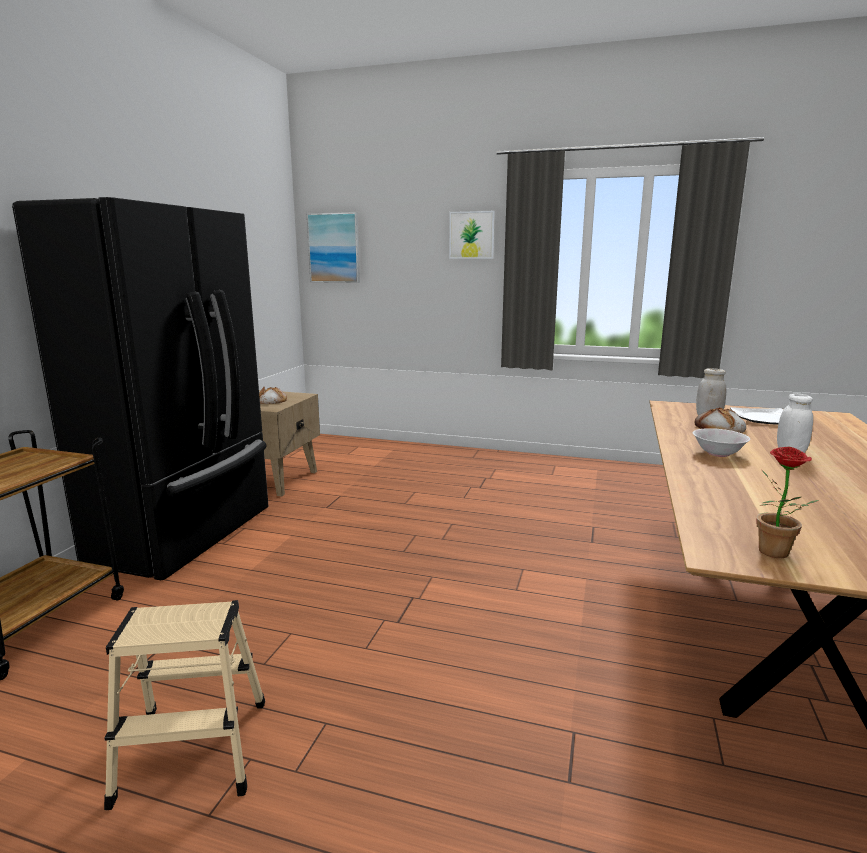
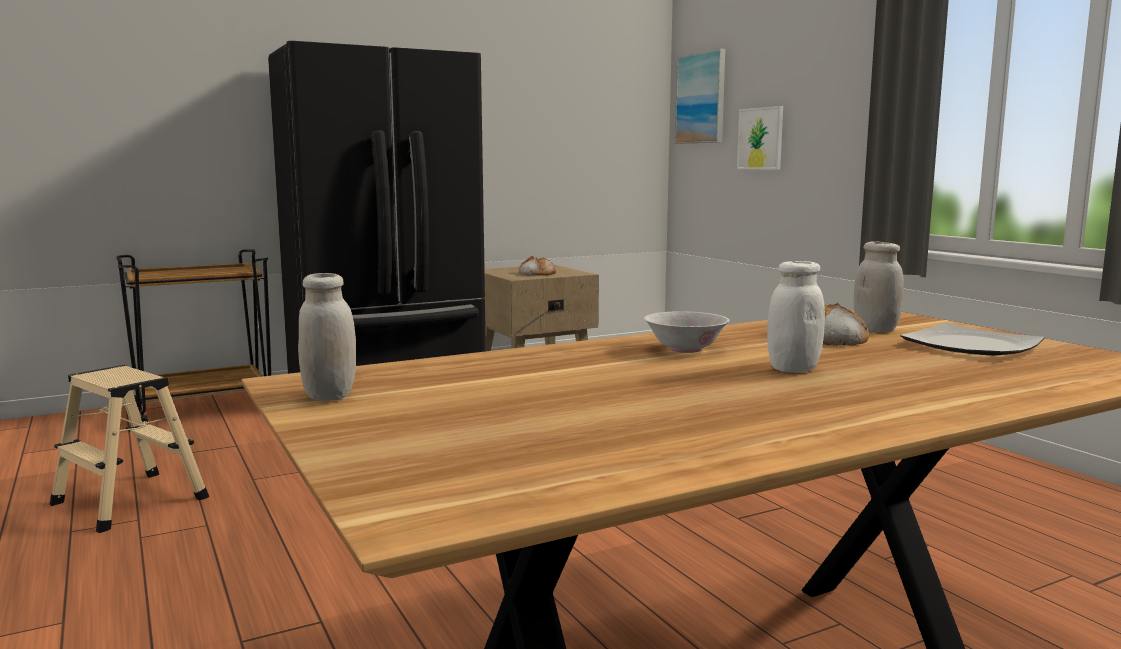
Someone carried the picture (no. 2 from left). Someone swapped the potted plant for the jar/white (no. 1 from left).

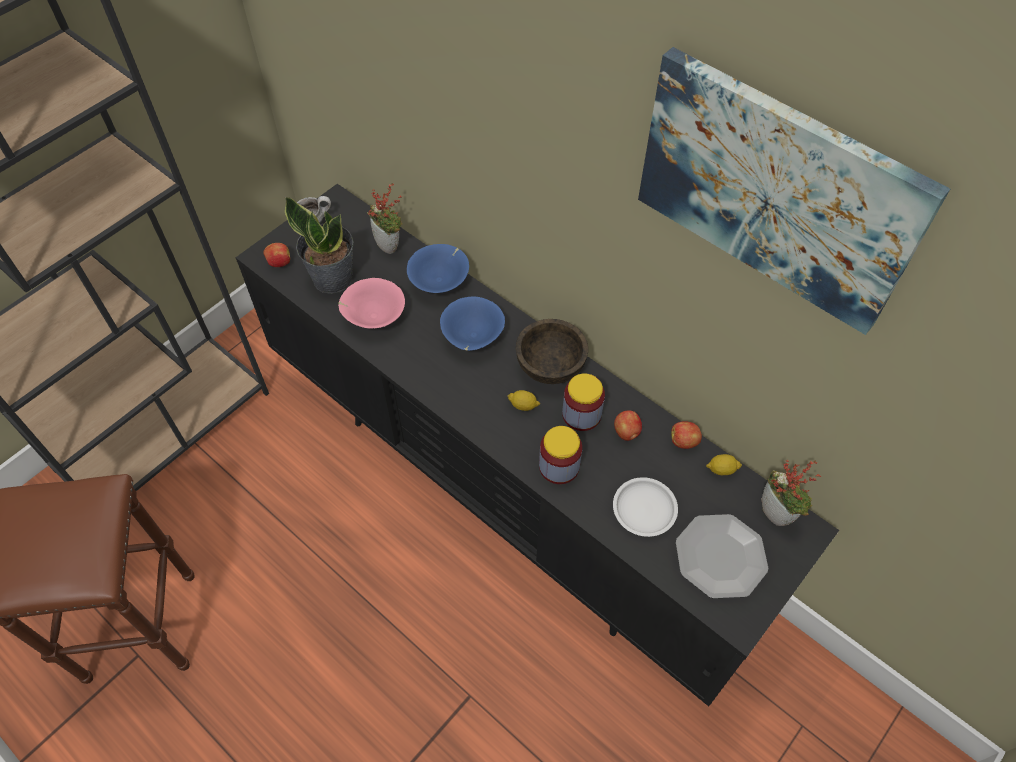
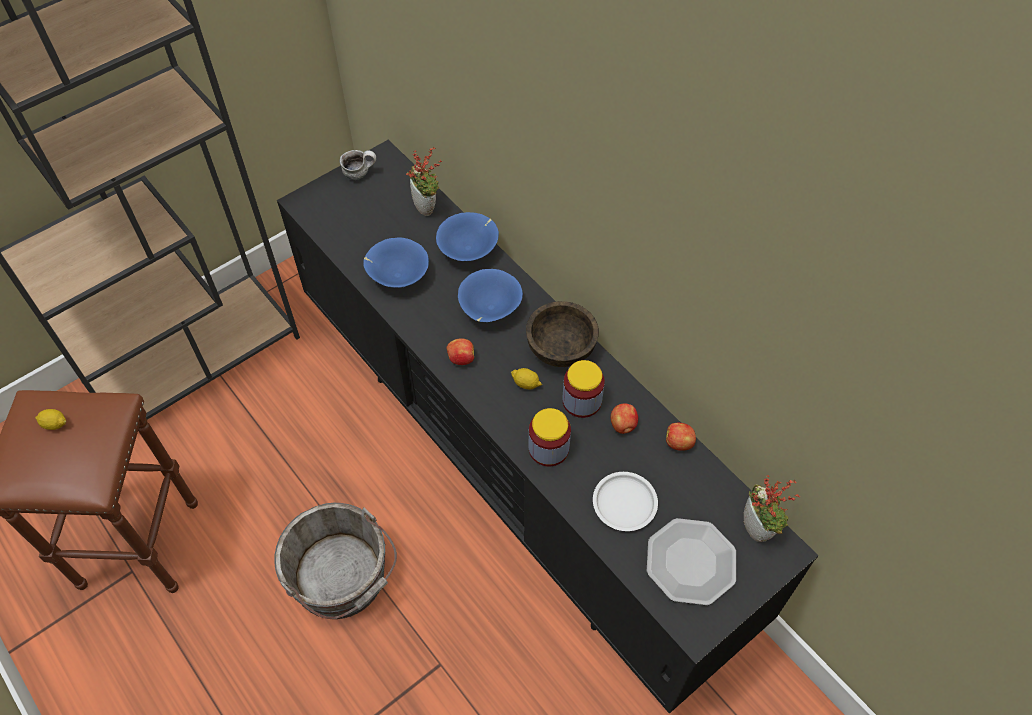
Someone took away the potted plant (no. 1 from left). Someone took away the picture. Someone put down the bucket/grey. Someone carried the apple (no. 1 from left). Someone carried the lemon (no. 2 from left in the first image). Someone repainted the bowl/pink, which became the bowl/blue (no. 1 from left).

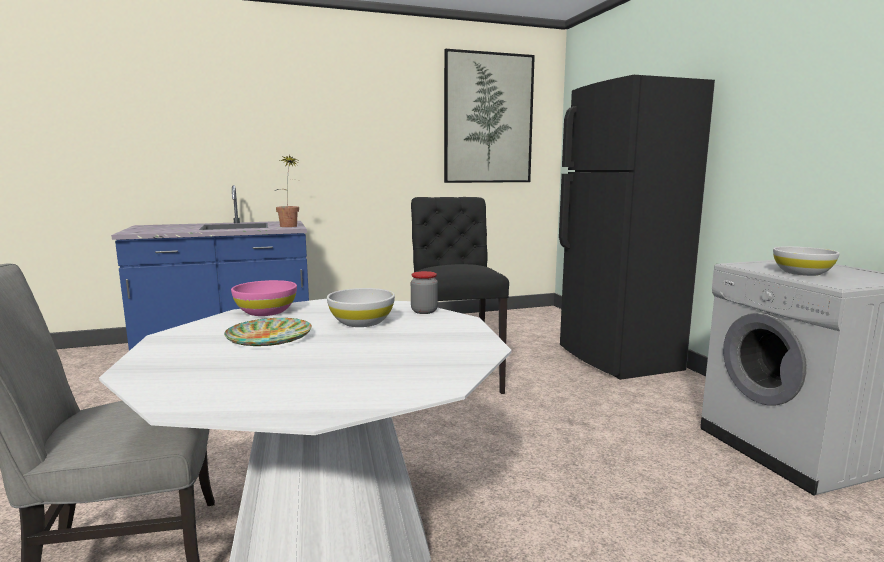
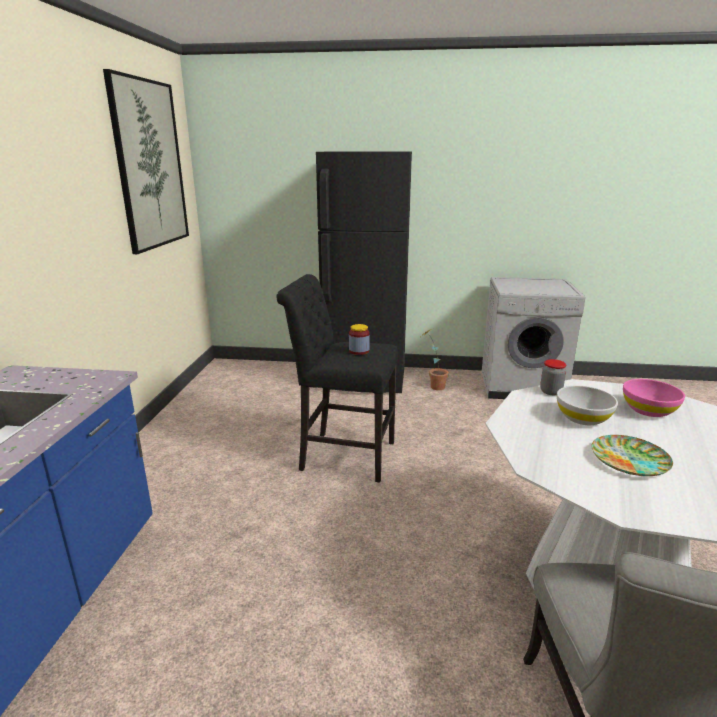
Someone took away the bowl/white (no. 2 from left). Someone put down the jar (no. 1 from left). Someone carried the bowl/pink. Someone carried the potted plant.

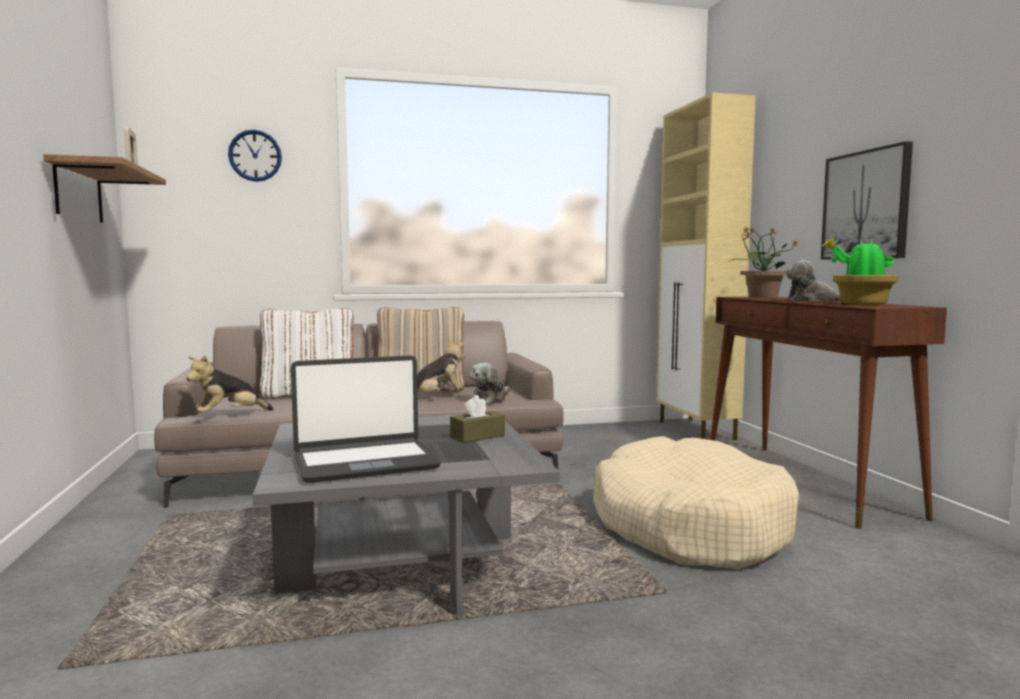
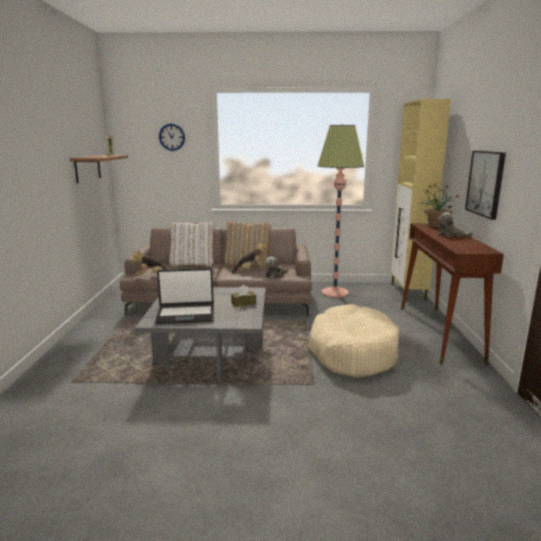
Someone took away the potted plant (no. 2 from left). Someone put down the floor lamp.

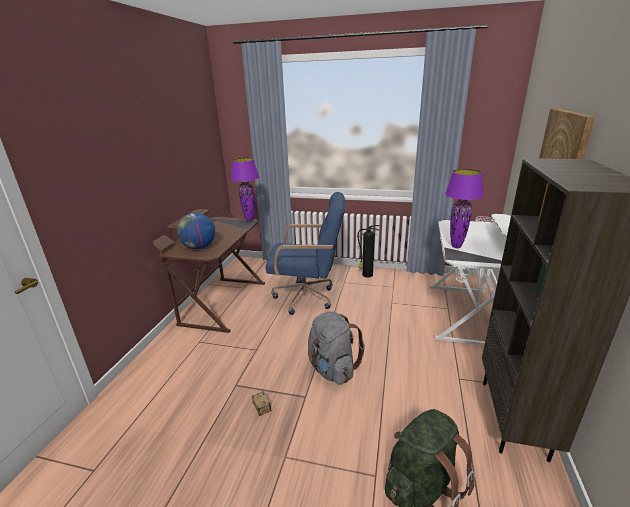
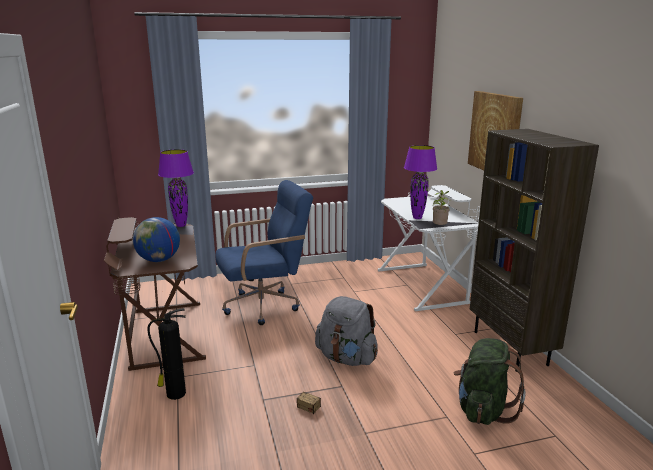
Someone put down the potted plant. Someone carried the fire extinguisher.

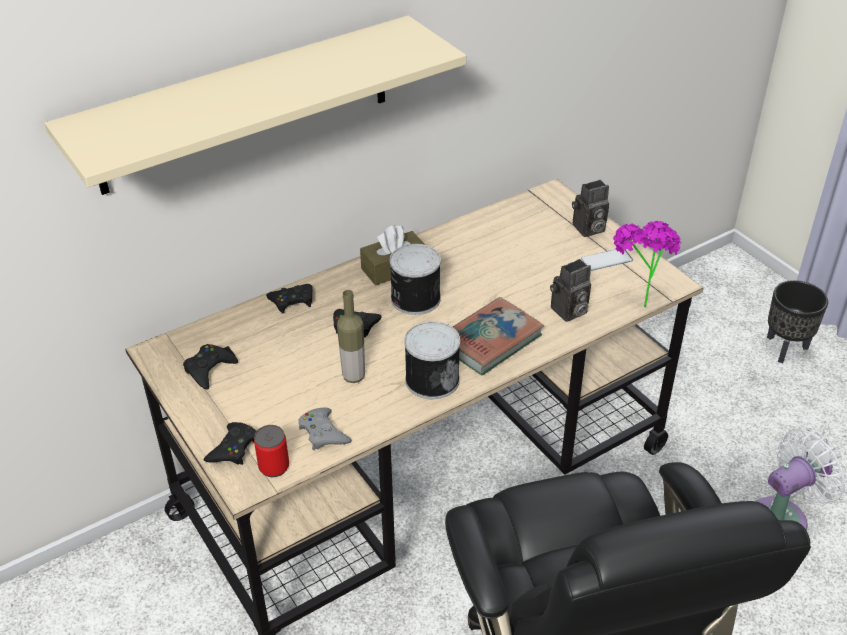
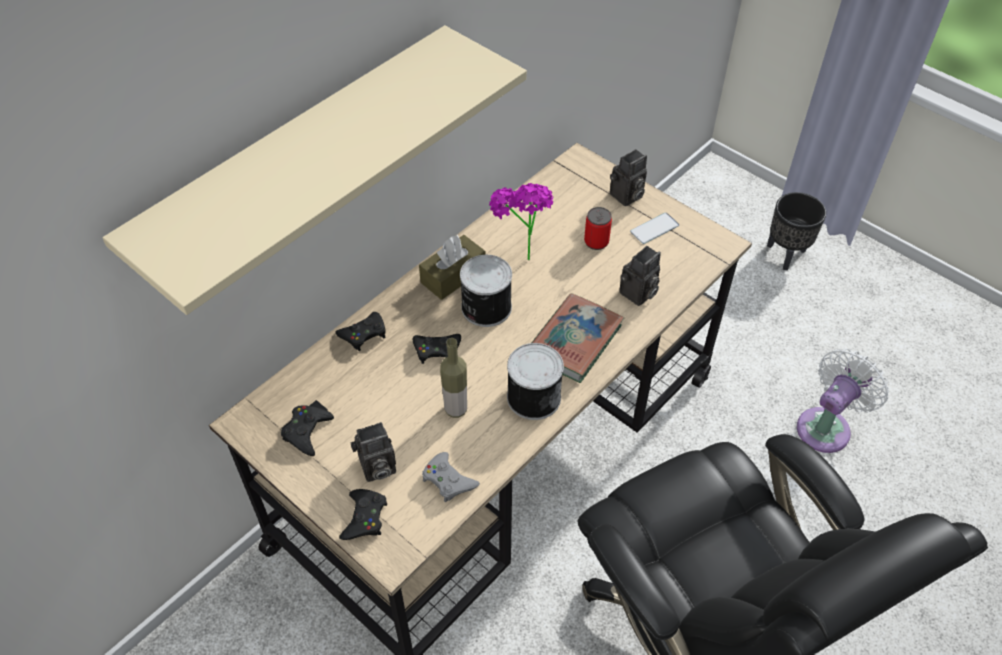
Someone put down the photo camera (no. 1 from left). Someone carried the can (no. 1 from left in the first image). Someone carried the potted plant.

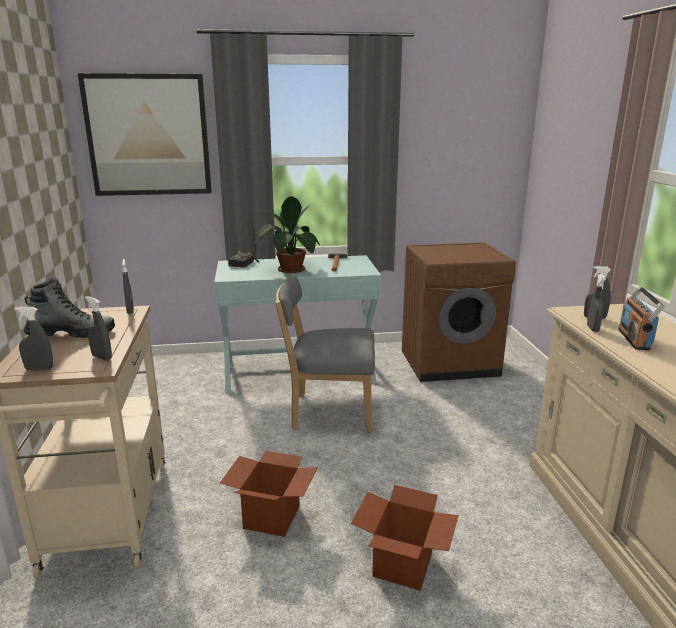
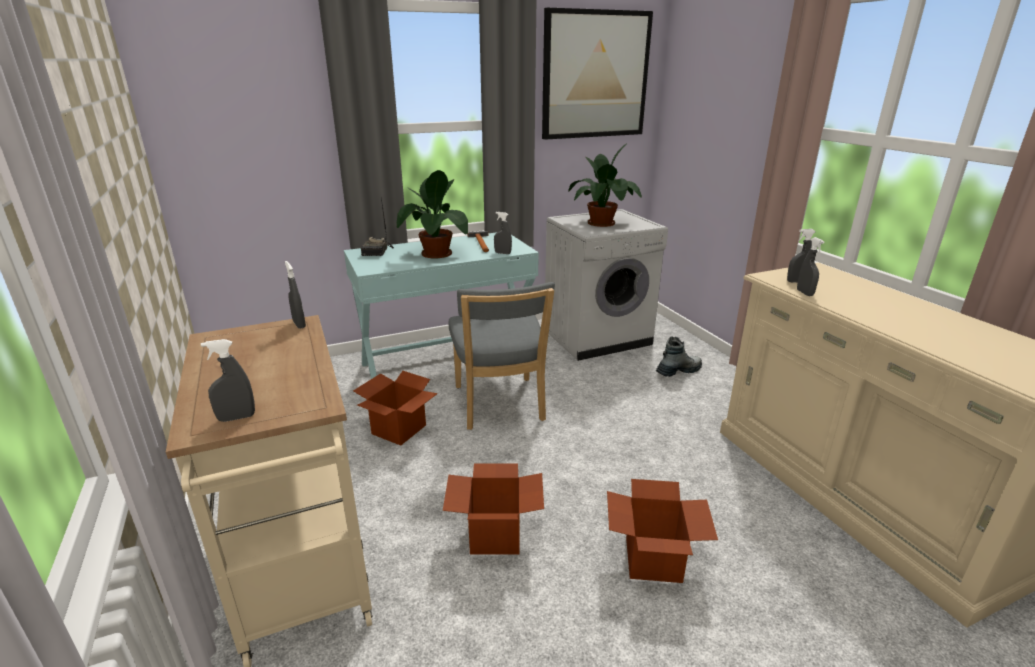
Someone took away the radio (no. 2 from left). Someone put down the cardboard box (no. 1 from left). Someone put down the potted plant (no. 2 from left). Someone carried the boot. Someone carried the picture. Someone carried the spray bottle/grey (no. 2 from left in the first image). Someone repainted the washing machine/brown, which became the washing machine/white. Someone rotated the chair/grey by 90 degrees counterclockwise.

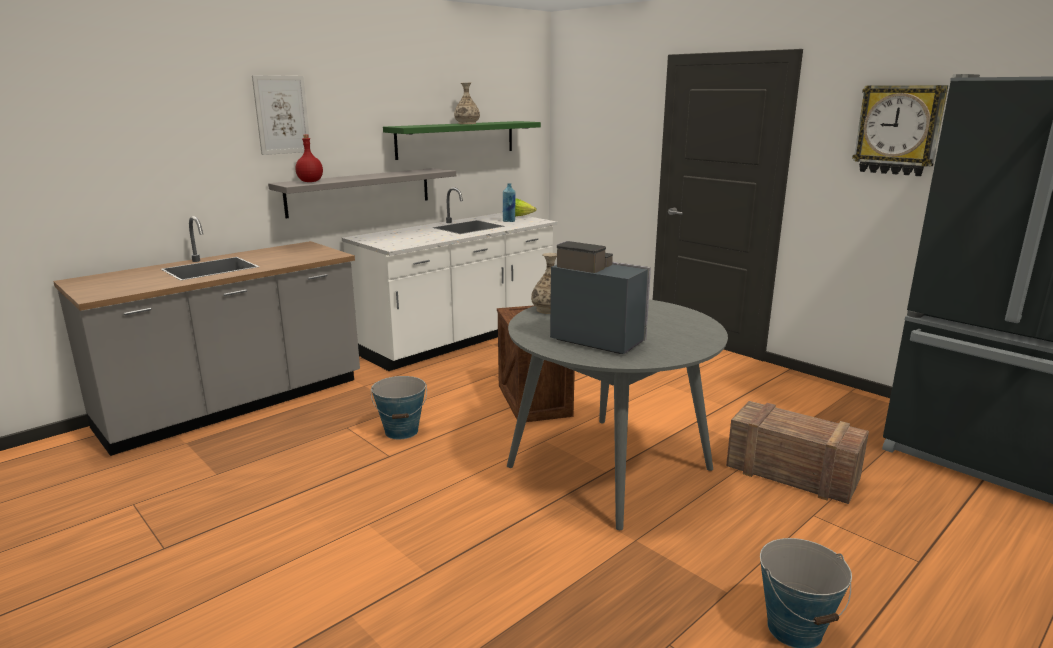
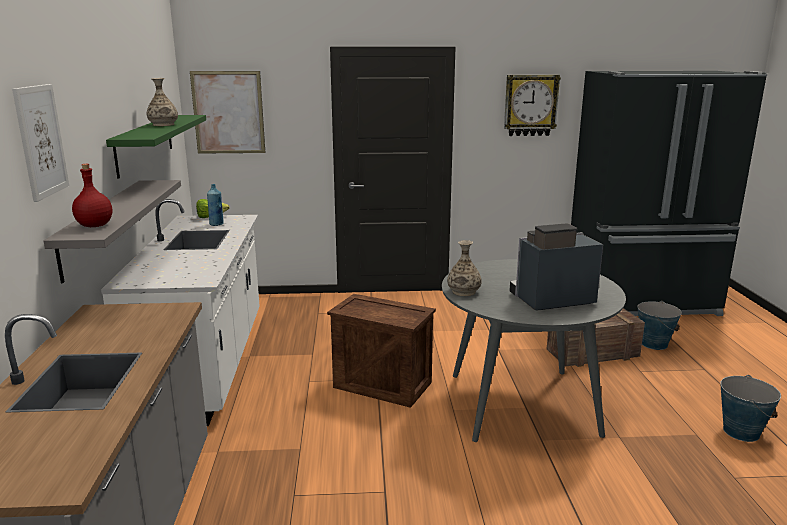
Someone put up the picture (no. 2 from left). Someone carried the bucket (no. 1 from left).

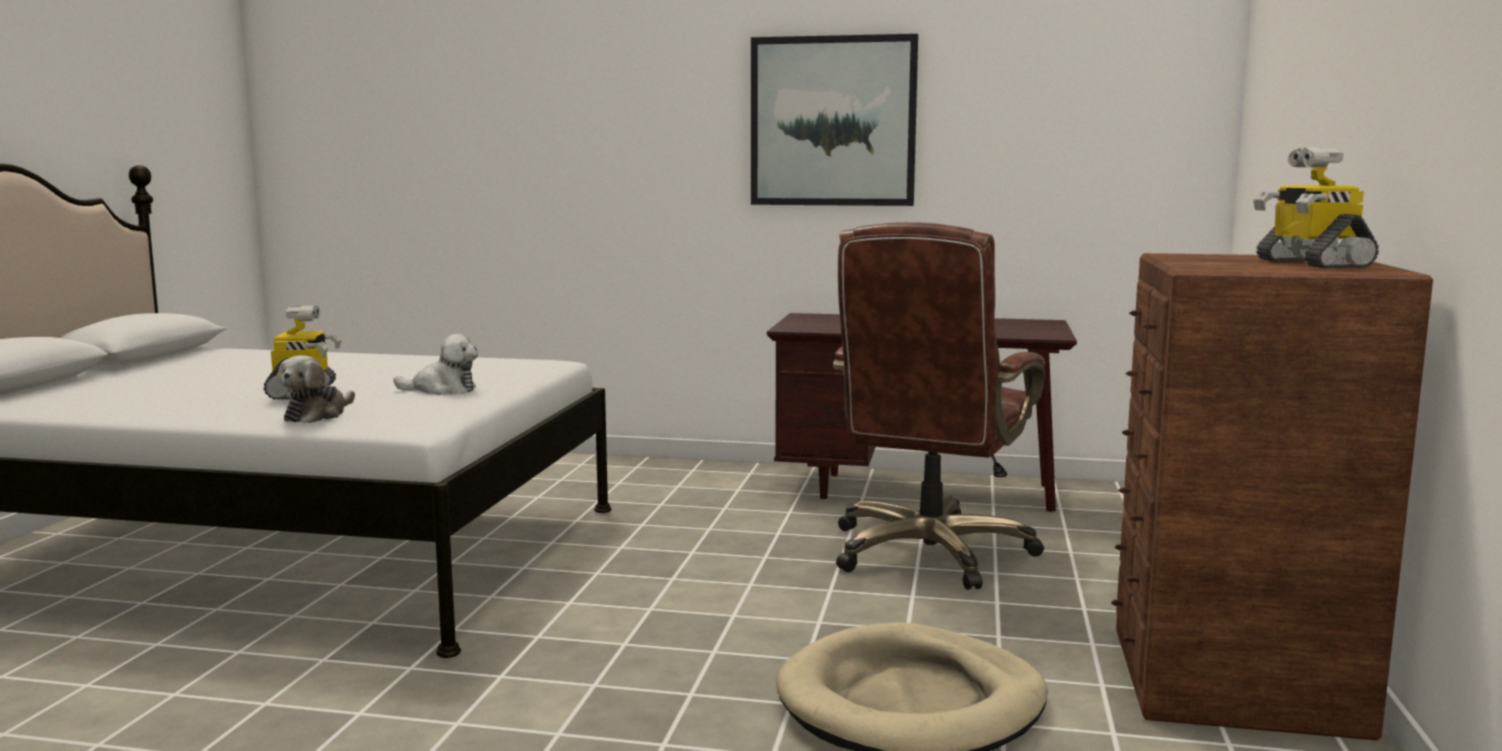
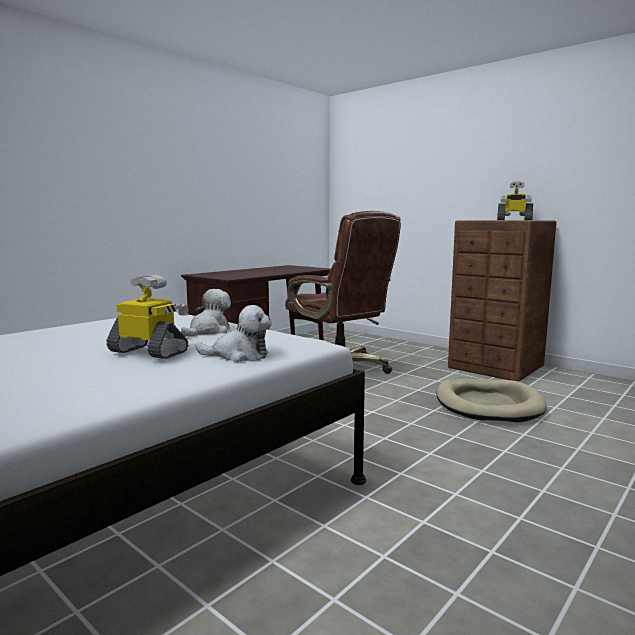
Someone took away the picture. Someone rotated the plush toy (no. 1 from left in the first image) by 45 degrees counterclockwise.

